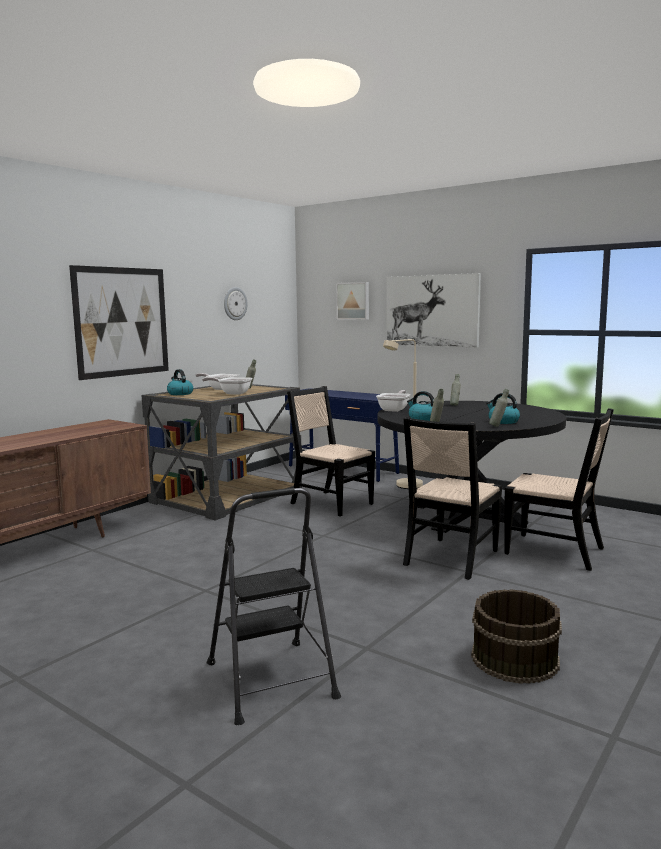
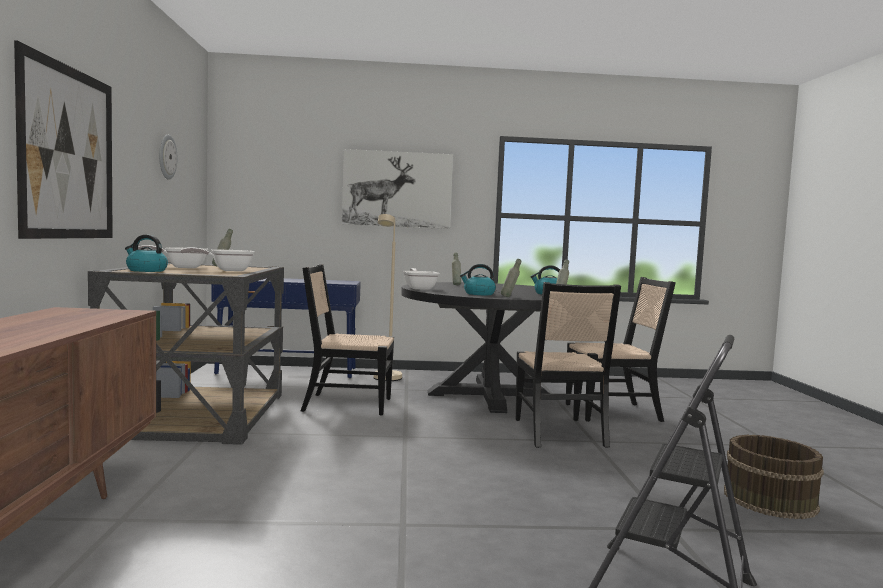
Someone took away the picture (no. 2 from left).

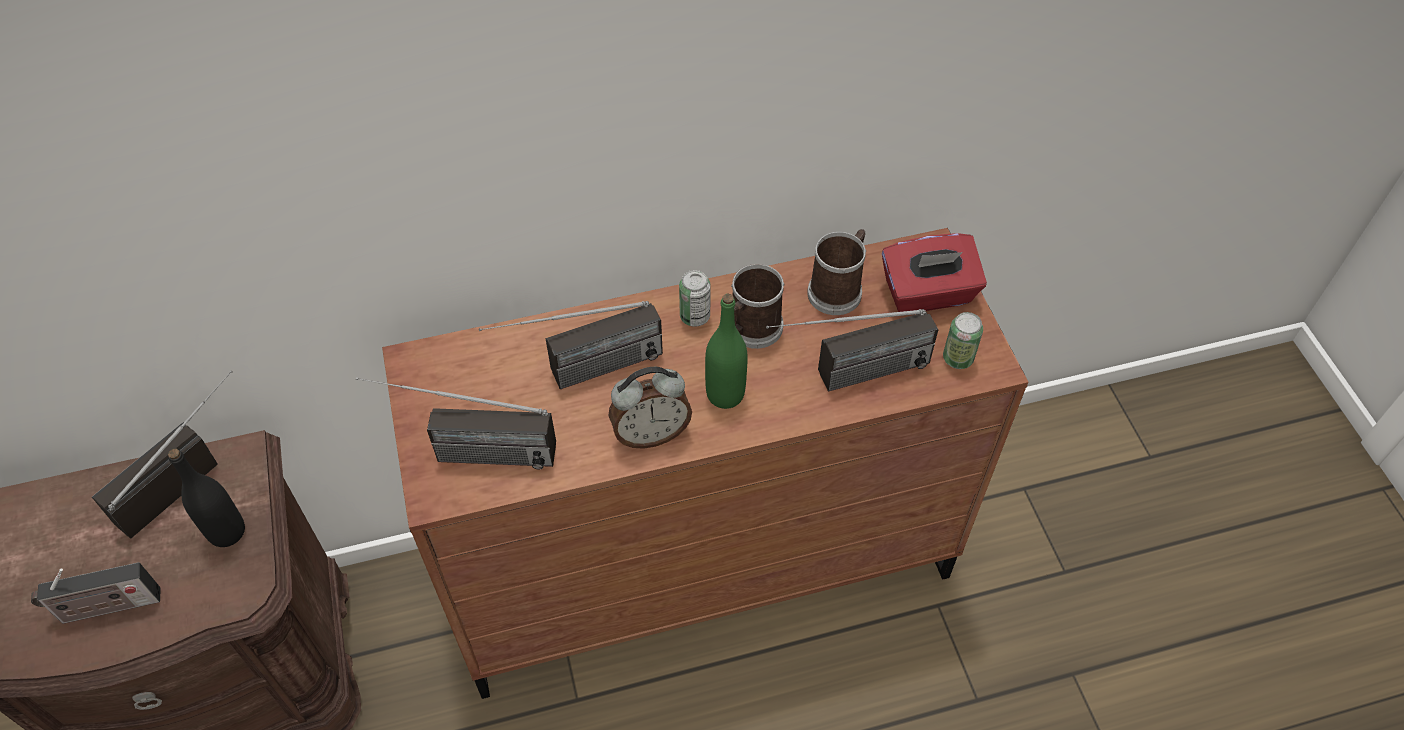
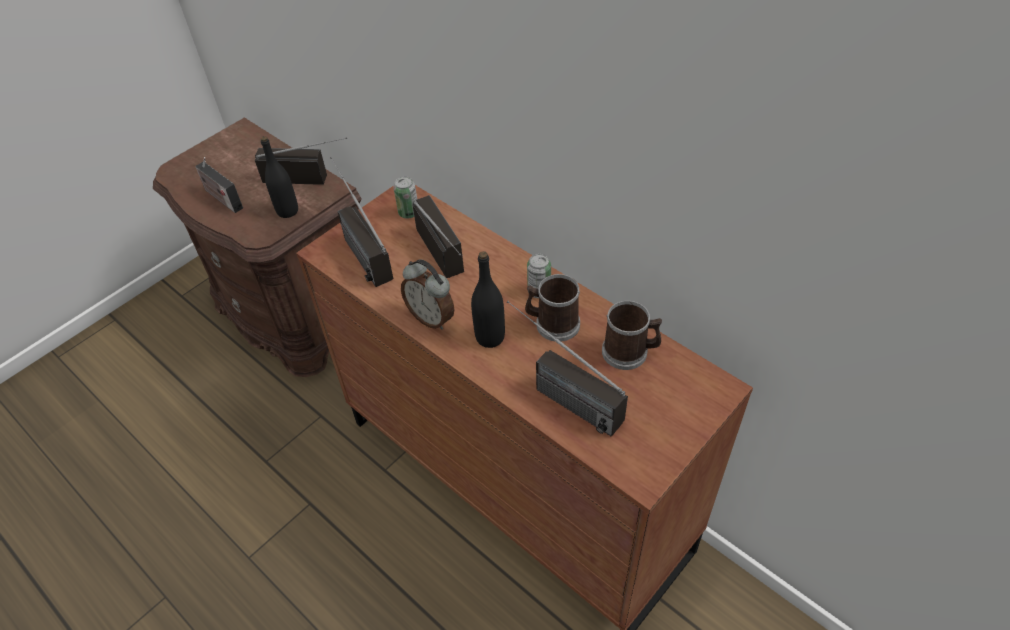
Someone took away the tissue box/red. Someone carried the can (no. 2 from left in the first image). Someone repainted the bottle/green, which became the bottle/black (no. 2 from left). Someone rotated the radio (no. 4 from left) by 150 degrees counterclockwise.

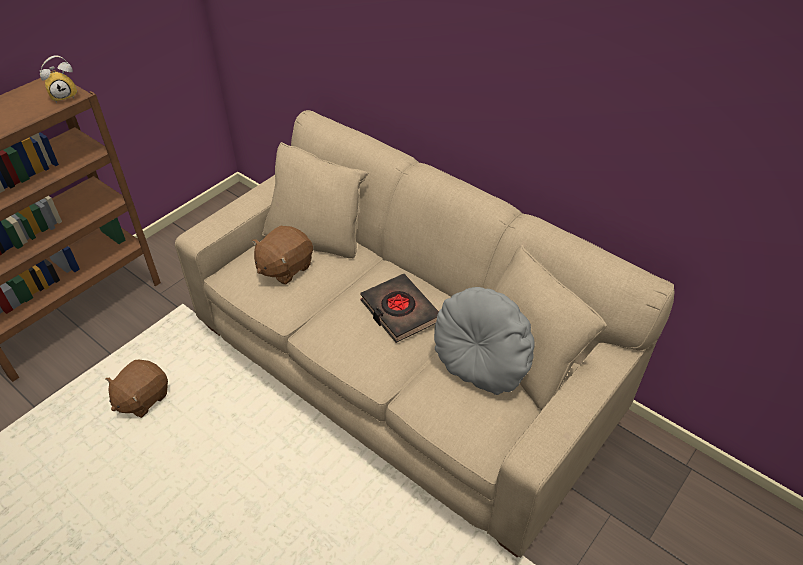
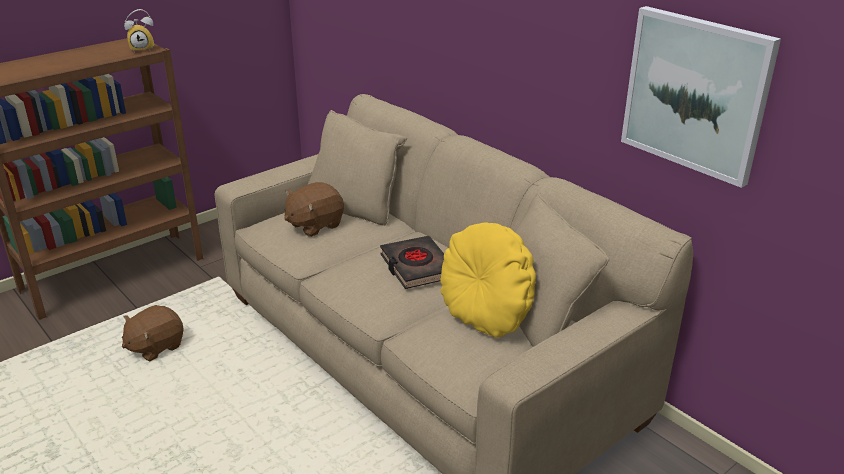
Someone put up the picture. Someone repainted the pillow/grey, which became the pillow/yellow.

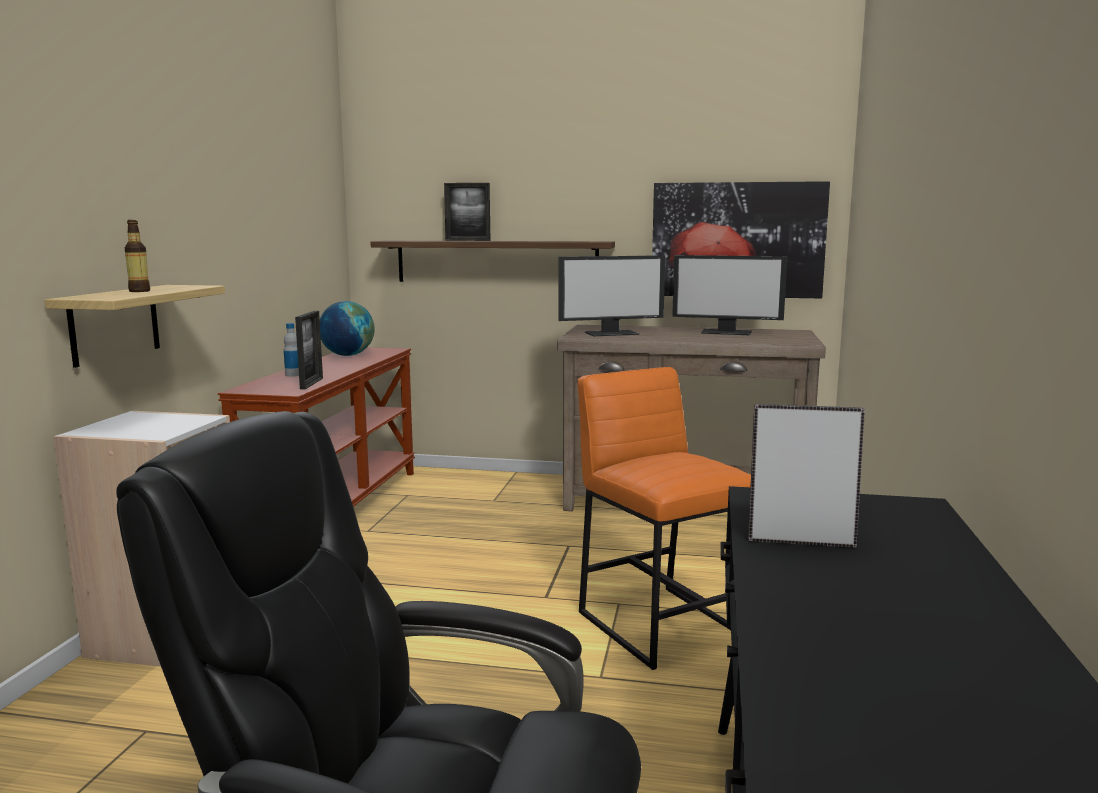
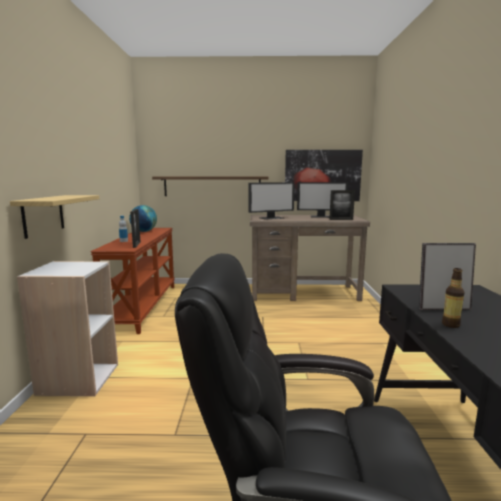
Someone took away the chair/orange. Someone carried the bottle (no. 1 from left in the first image). Someone carried the picture frame (no. 2 from left).

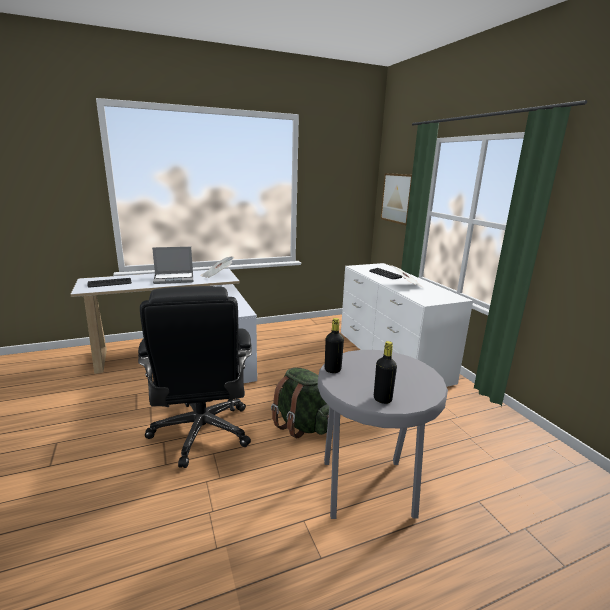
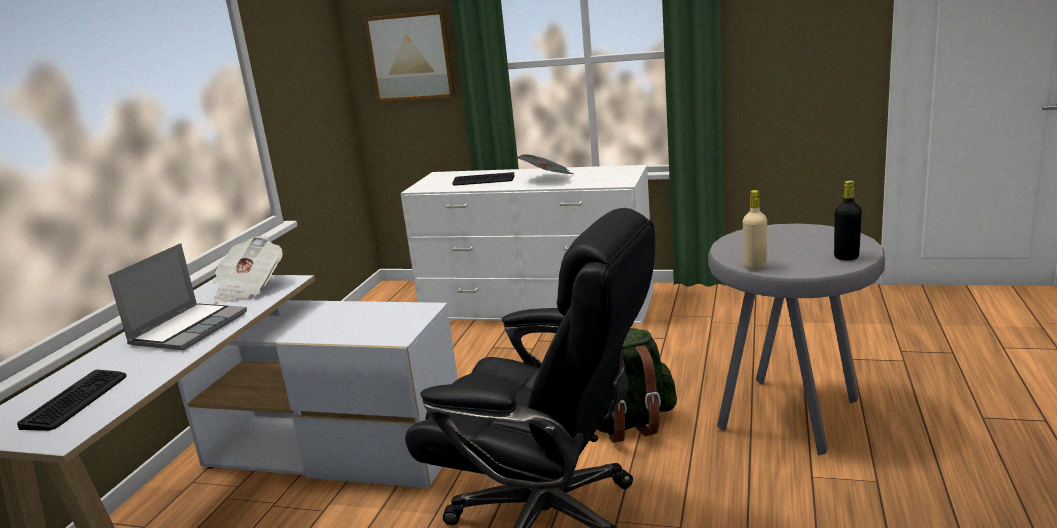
Someone repainted the bottle/black (no. 1 from left), which became the bottle/beige.

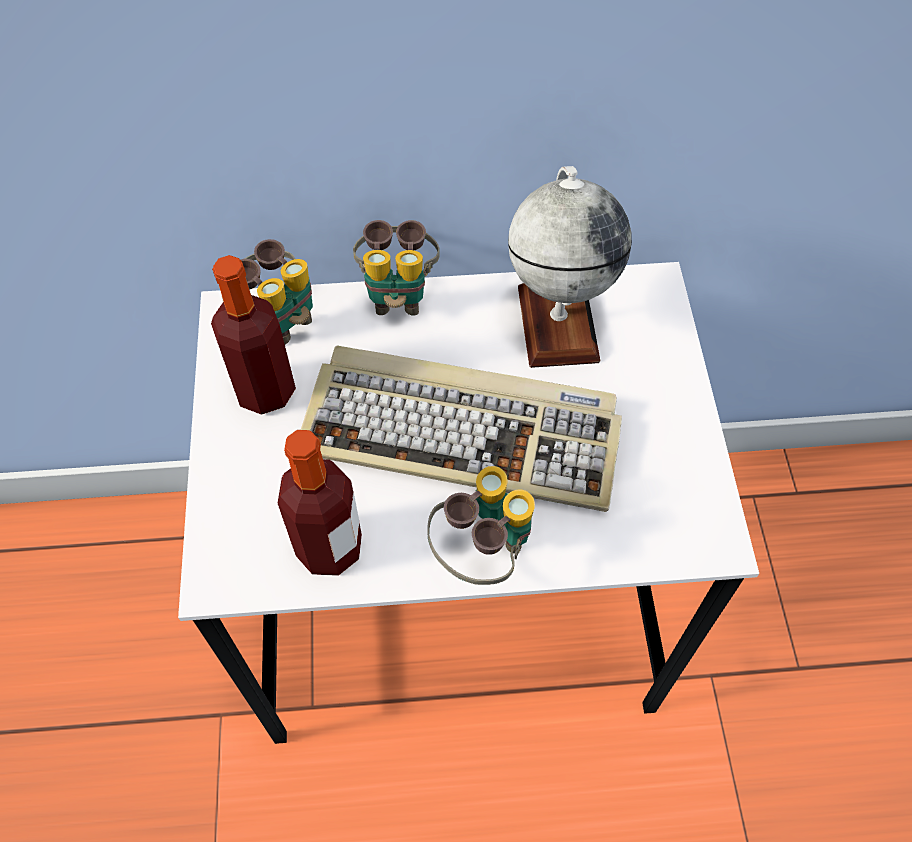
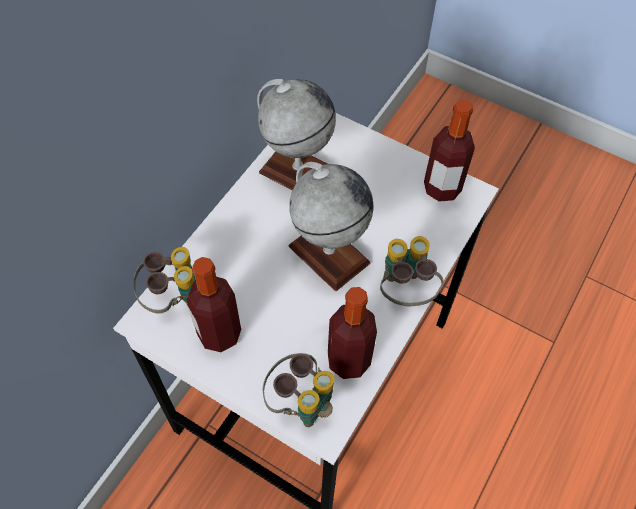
Someone put down the bottle (no. 3 from left). Someone carried the binoculars (no. 2 from left). Someone swapped the keyboard for the globe (no. 2 from left).

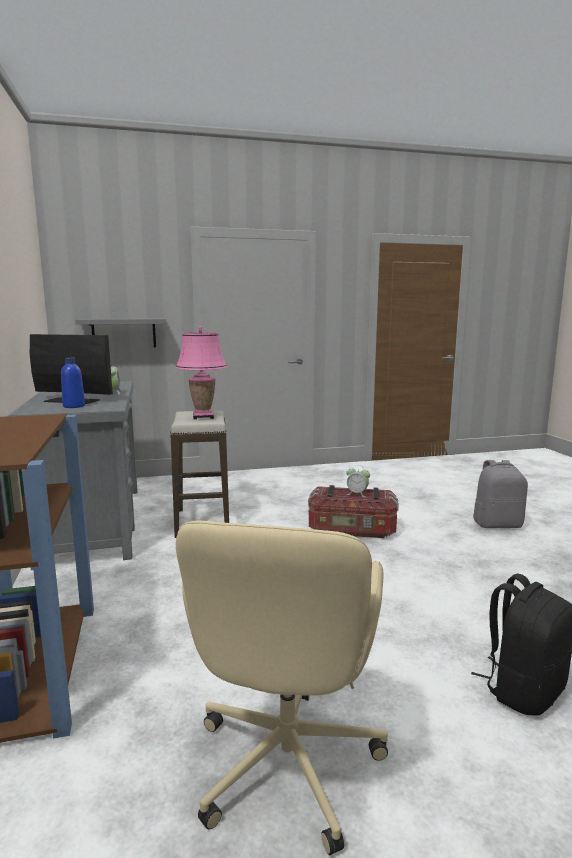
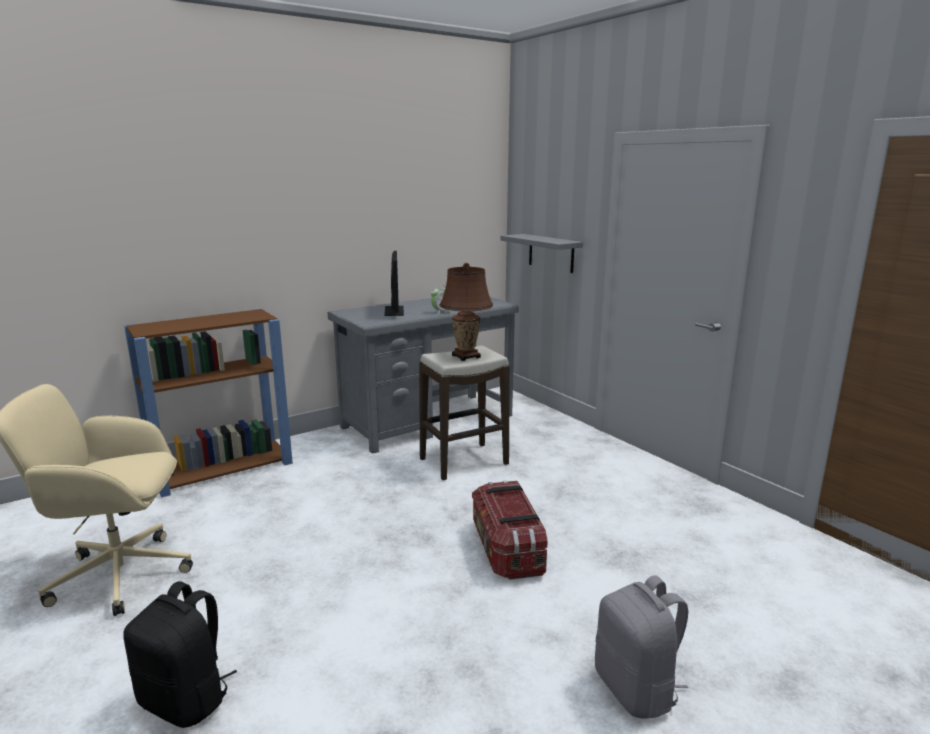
Someone took away the bottle/blue. Someone took away the alarm clock (no. 2 from left). Someone repainted the table lamp/pink, which became the table lamp/brown.

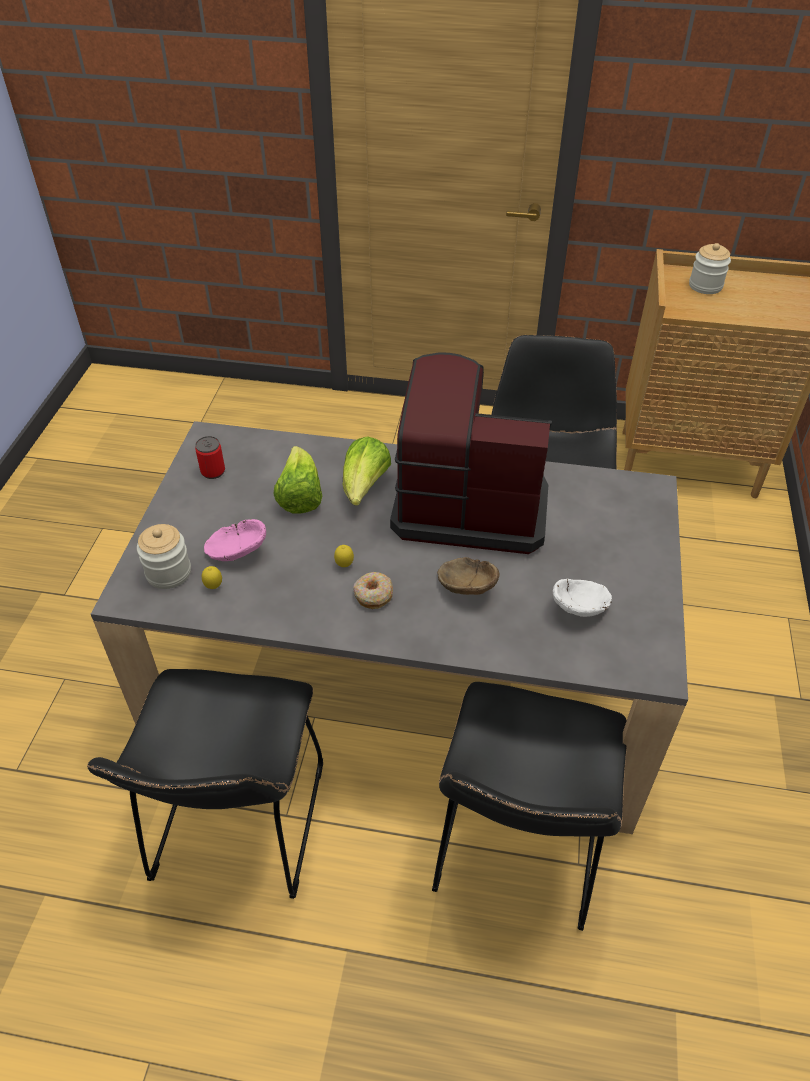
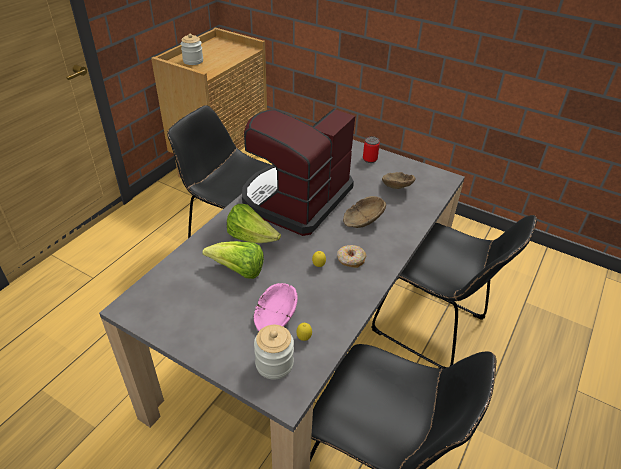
Someone carried the can. Someone repainted the bowl/white, which became the bowl/brown (no. 2 from left).

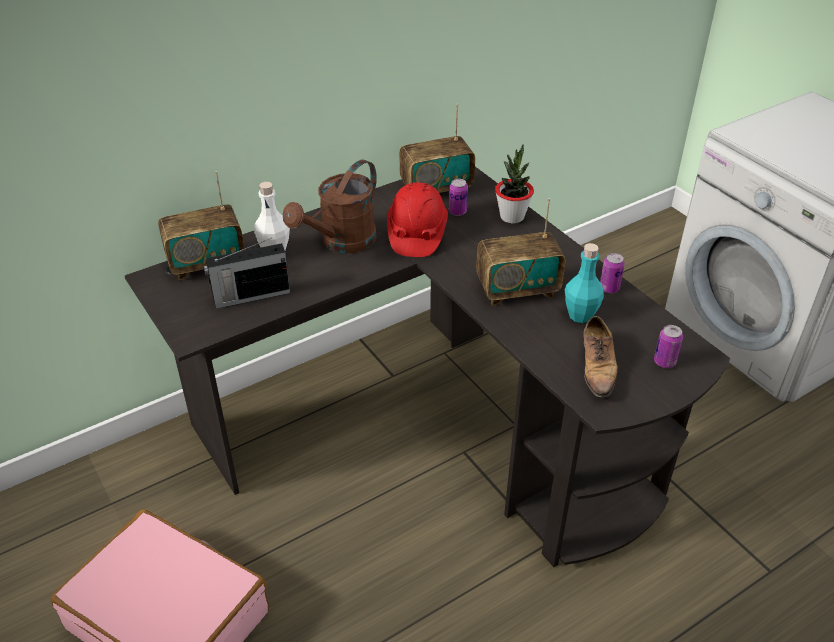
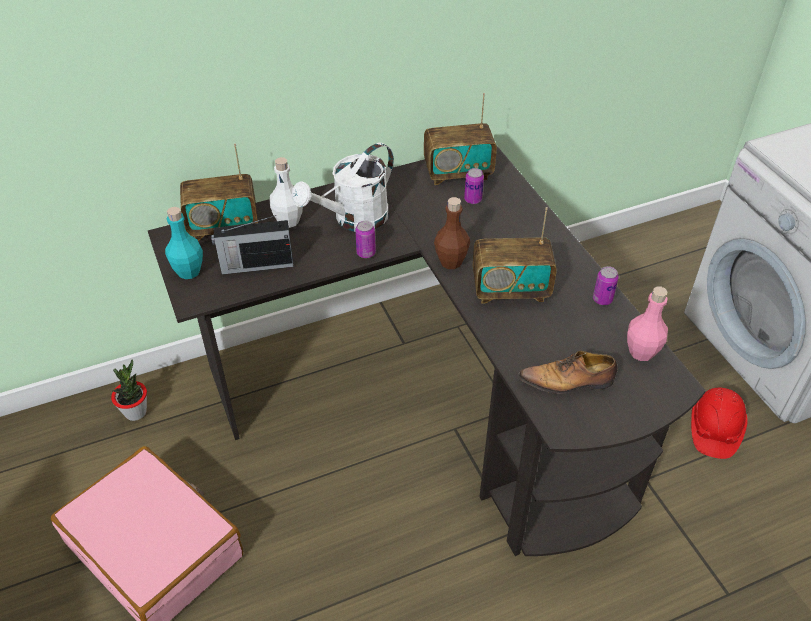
Someone put down the bottle/brown. Someone put down the bottle/pink. Someone carried the hard hat/red. Someone carried the potted plant. Someone carried the bottle/turquoise. Someone carried the can (no. 3 from left in the first image). Someone repainted the watering can/brown, which became the watering can/white. Someone rotated the shoe by 75 degrees clockwise.

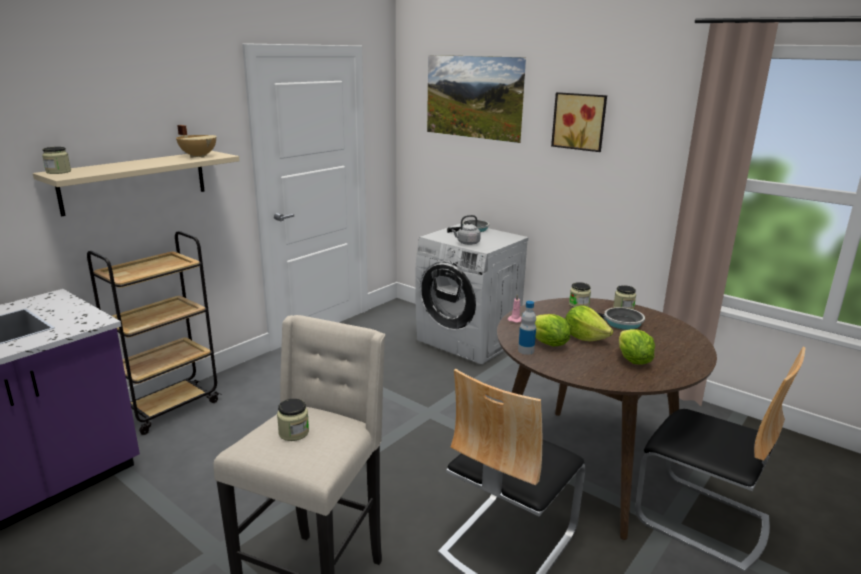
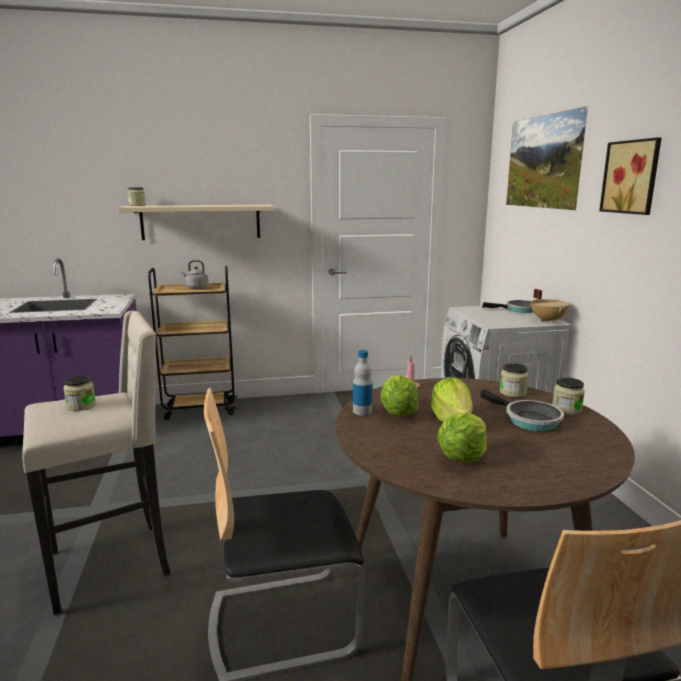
Someone carried the cooking pot/beige. Someone carried the kettle/grey.

